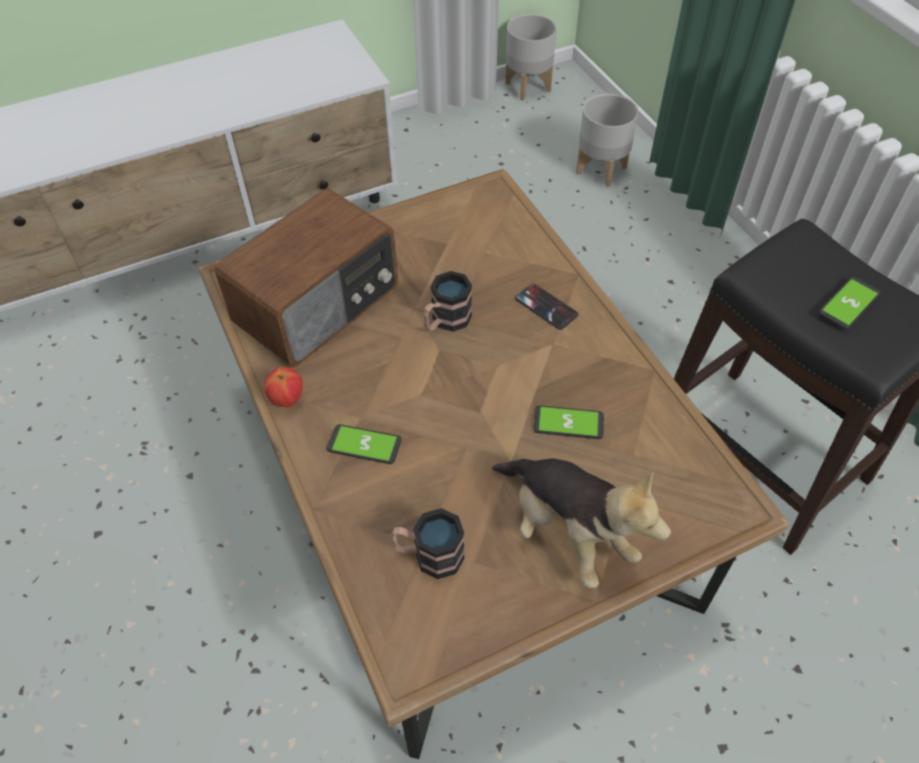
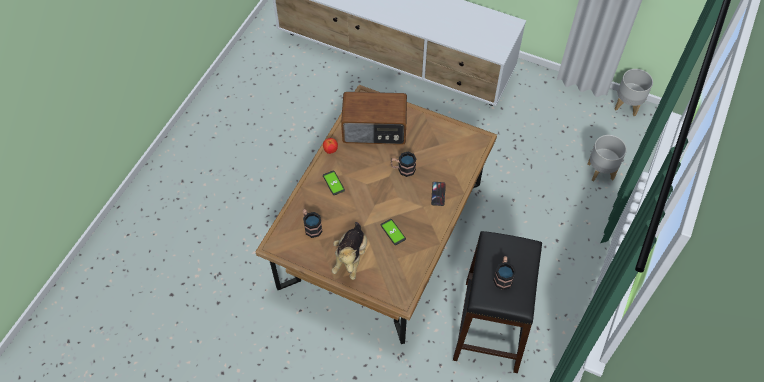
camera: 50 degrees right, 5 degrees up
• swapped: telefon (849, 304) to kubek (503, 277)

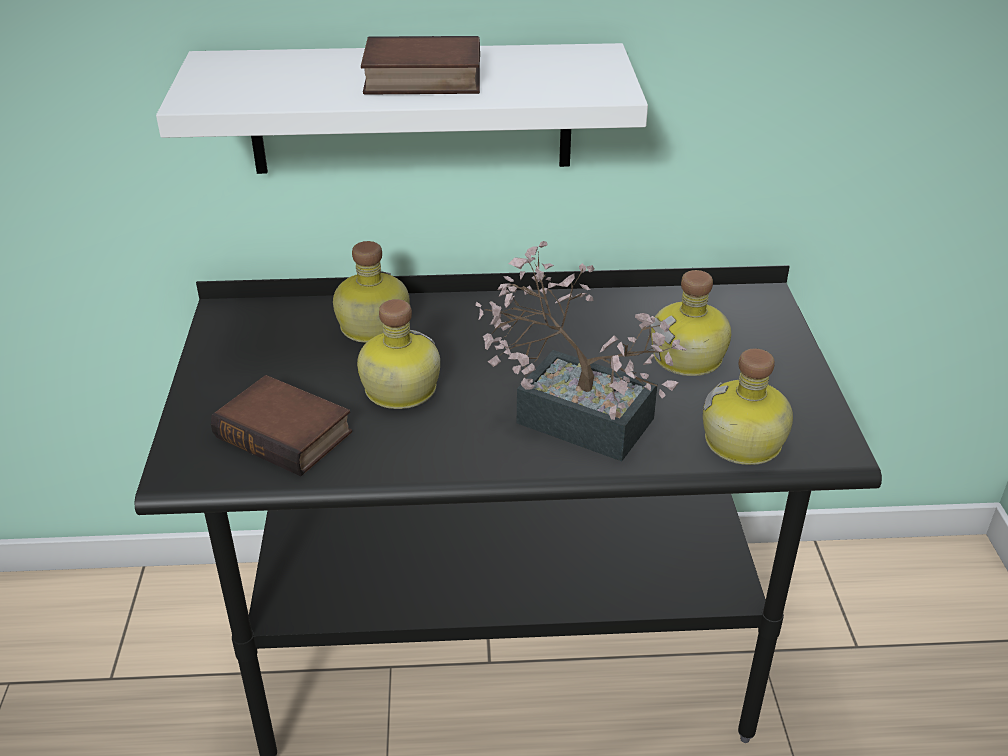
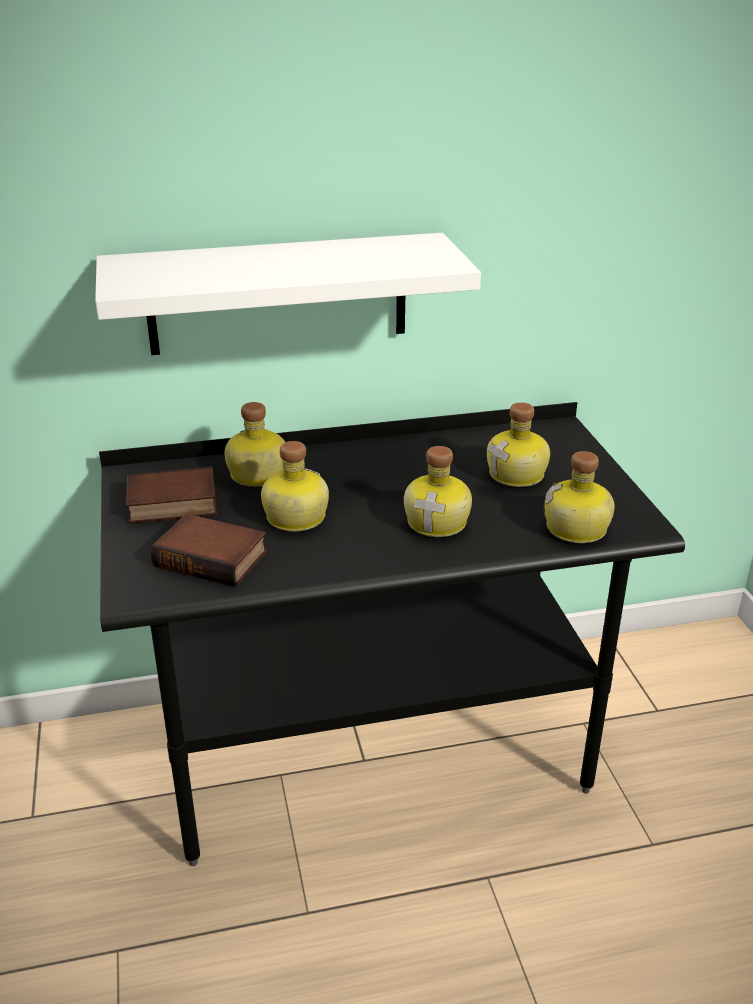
camera: 10 degrees left, 5 degrees down
• shifted: książka (421, 80) to (171, 505)
• swapped: roślina doniczkowa (571, 414) to butelka (438, 522)

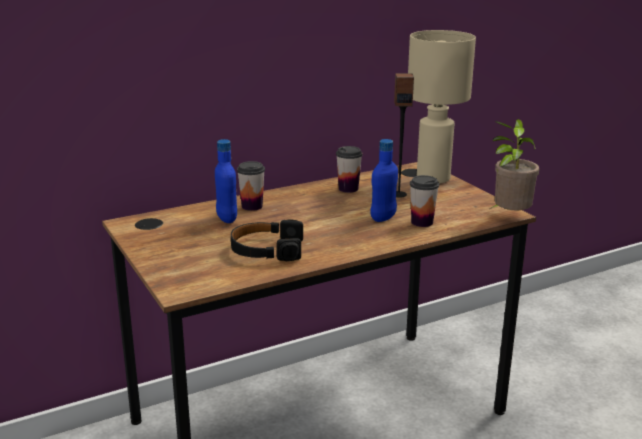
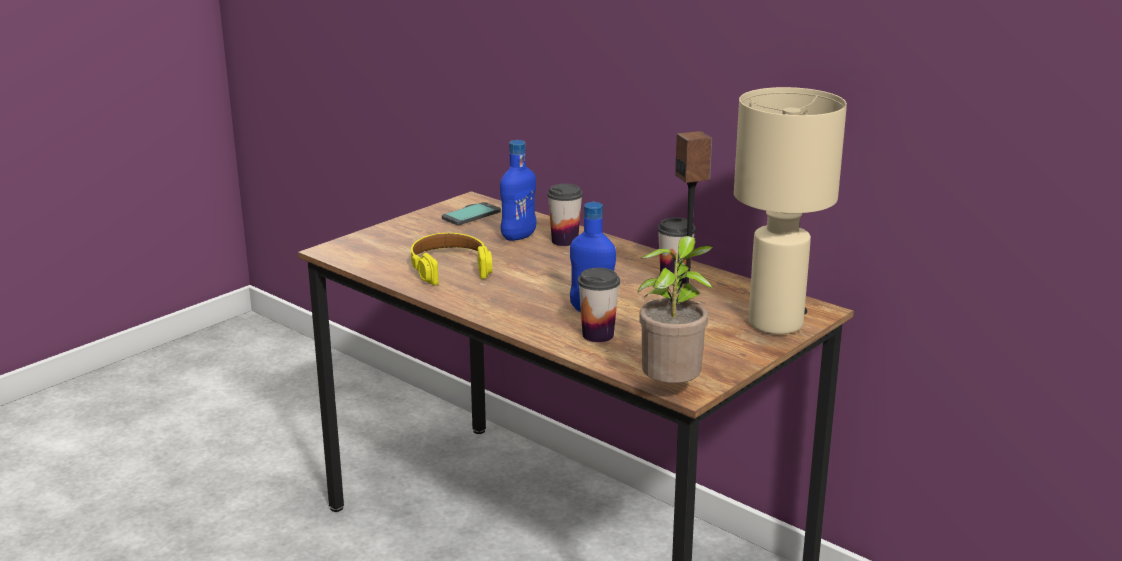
camera: 70 degrees right, 0 degrees up
• repainted: słuchawki (czarny) (266, 249) to słuchawki (żółty) (449, 267)
• new: telefon (471, 215)

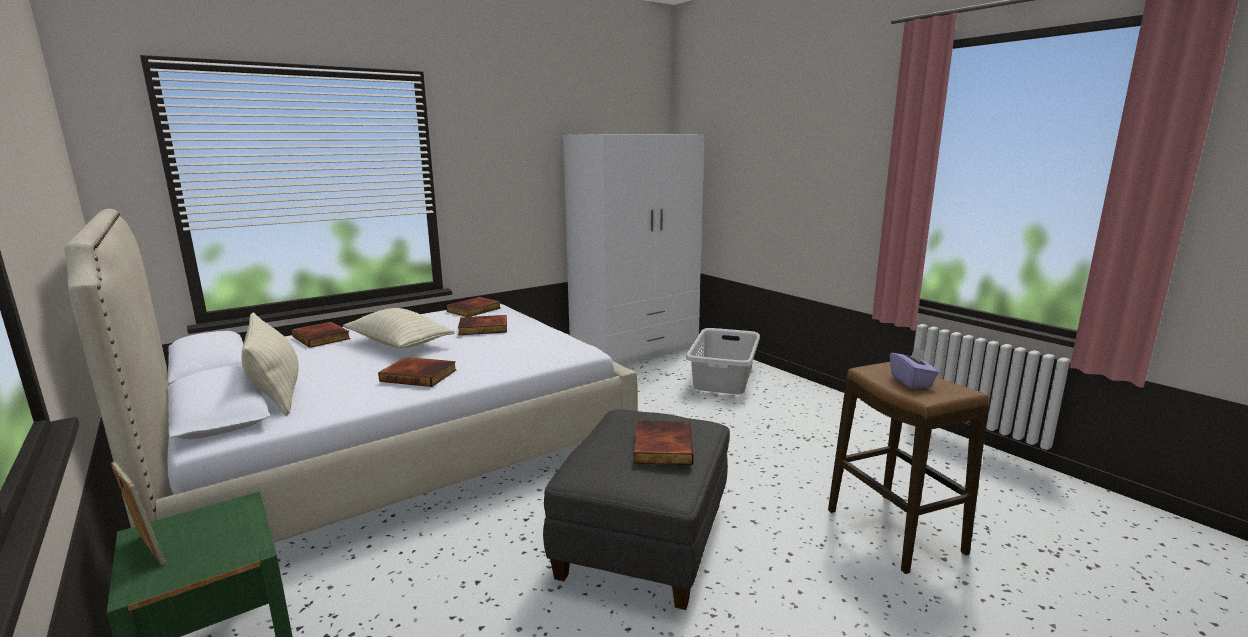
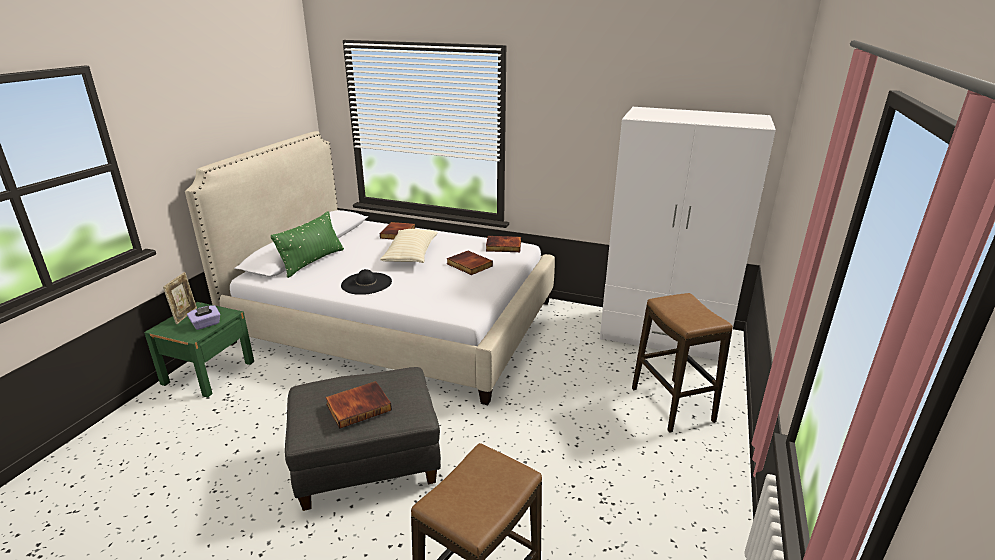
camera: 55 degrees right, 10 degrees up
• repainted: poduszka (beżowy) (276, 392) to poduszka (zielony) (312, 262)
• swapped: książka (420, 375) to kapelusz (czarny) (366, 283)
• swapped: kosz na pranie (szary) (724, 378) to stołek (672, 405)
• shifted: pudełko chusteczek (fioletowy) (911, 381) to (206, 324)

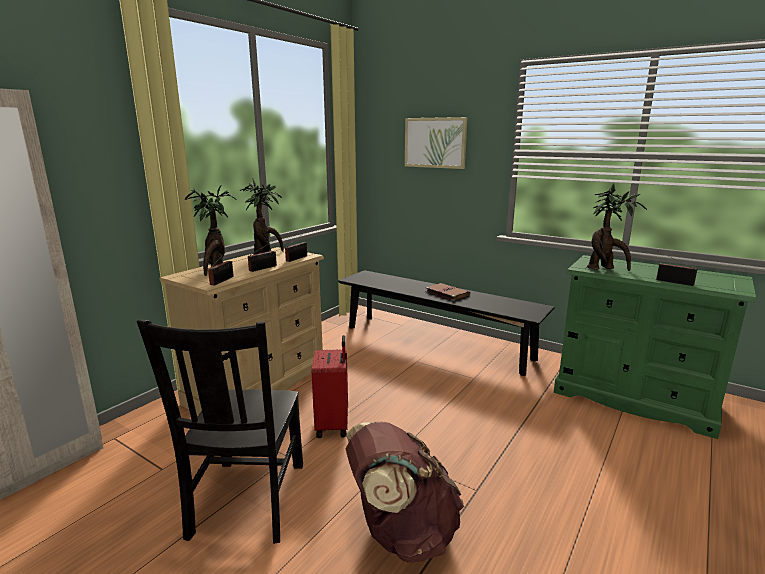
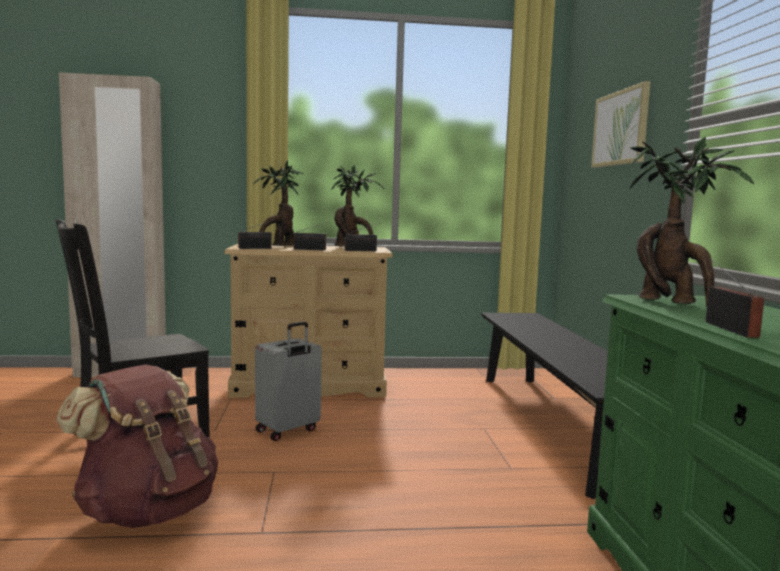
camera: 50 degrees right, 10 degrees down
• repainted: walizka (czerwony) (333, 425) to walizka (szary) (288, 431)
• gone: książka (brązowy) (446, 293)

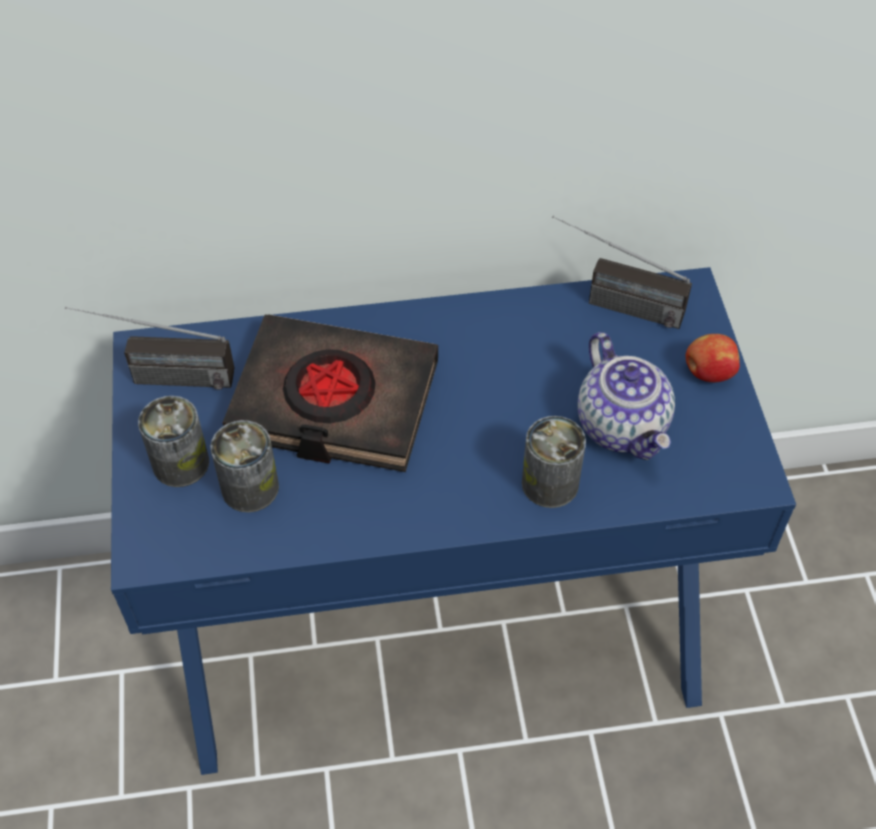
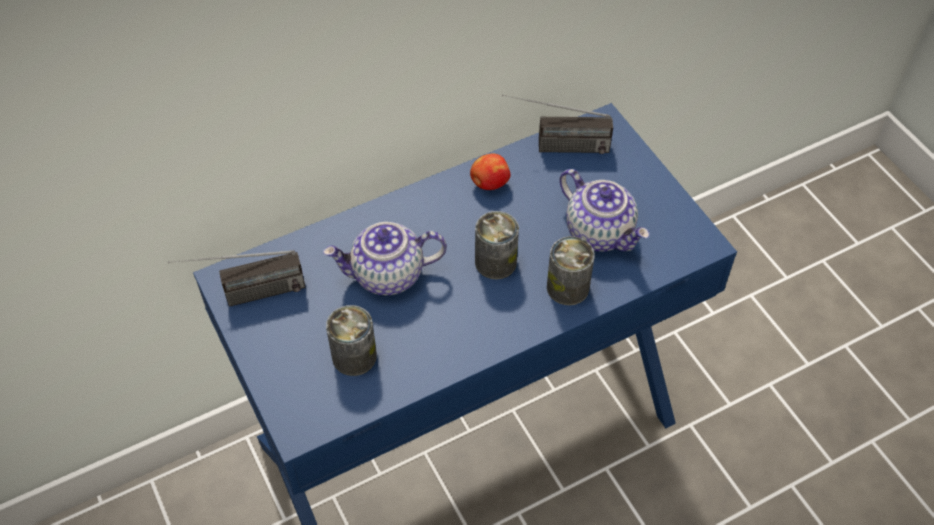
camera: 20 degrees left, 0 degrees up
• shifted: puszka (181, 463) to (495, 262)
• swapped: książka (czarny) (333, 402) to imbryk (387, 275)
• shifted: jabłko (708, 373) to (489, 183)

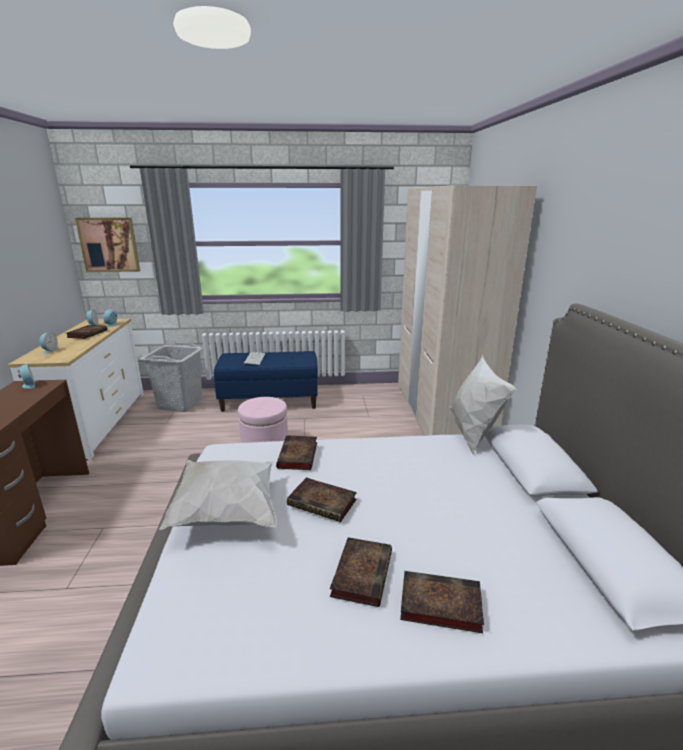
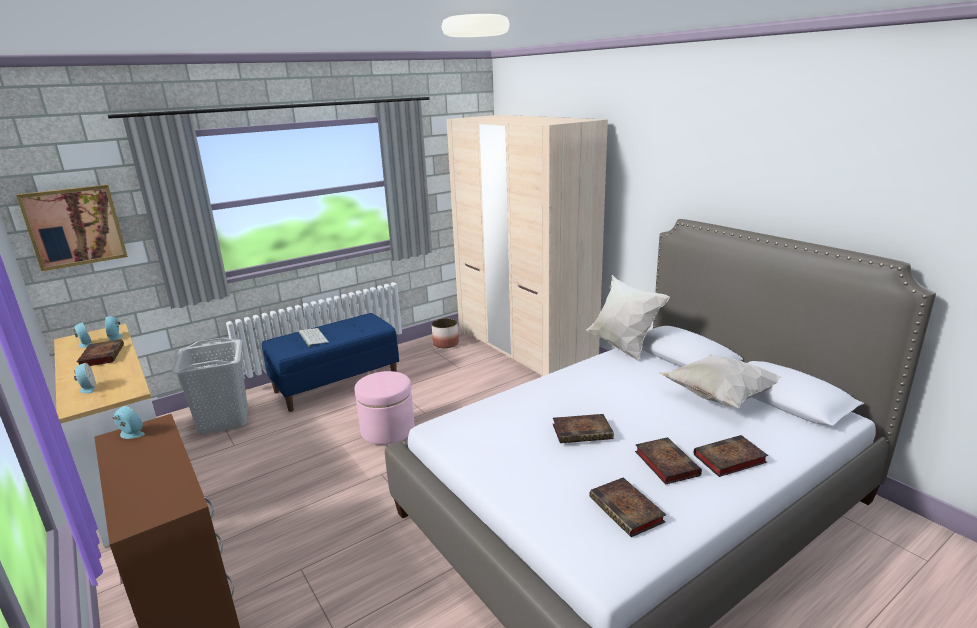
camera: 30 degrees left, 0 degrees up
• shifted: poduszka (biały) (226, 512) to (719, 397)
• shifted: książka (298, 456) to (628, 511)
• new: donica (445, 343)

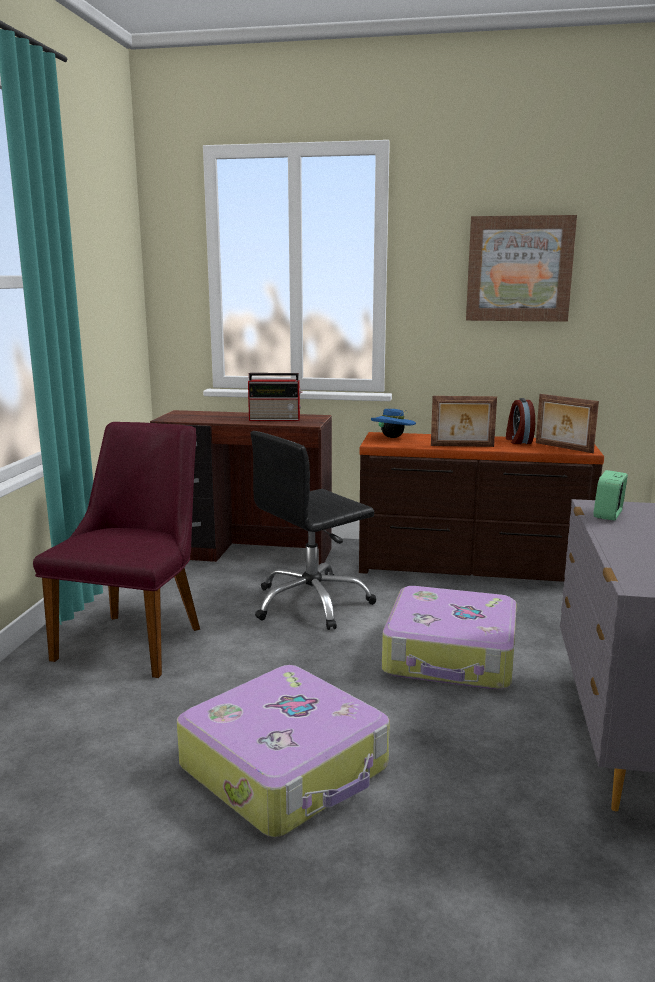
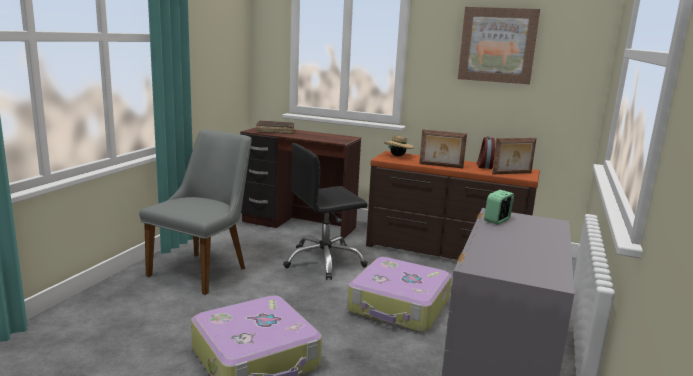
camera: 10 degrees right, 0 degrees up
• repainted: krzesło (fioletowy) (138, 637) to krzesło (szary) (205, 269)
• gone: radio (276, 419)
• repainted: kapelusz (niebieski) (393, 437) to kapelusz (beżowy) (398, 156)
• rotated: ramka na zdjęcie (563, 448) = (512, 173) 75 degrees counterclockwise
• new: książka (brązowy) (275, 131)

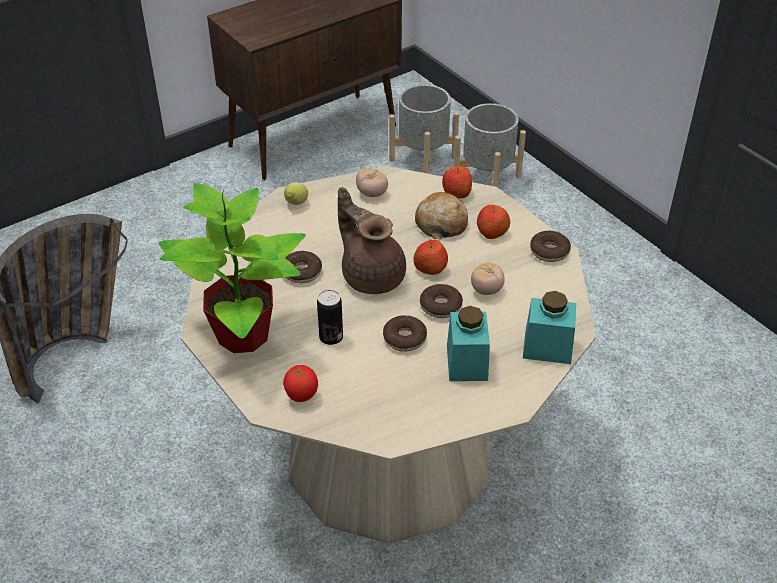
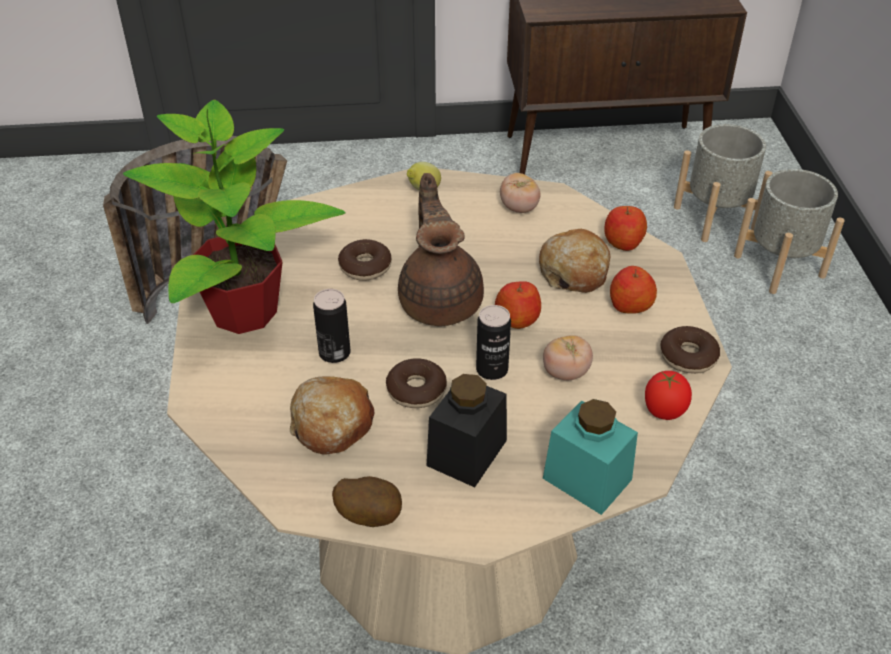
camera: 30 degrees right, 0 degrees up
• shifted: pomidor (301, 396) to (663, 413)
• swapped: donut (440, 306) to puszka (492, 369)
• repainted: słoik (turkusowy) (467, 363) to słoik (czarny) (467, 453)
• new: chleb (331, 424)
• new: ziemniak (370, 515)

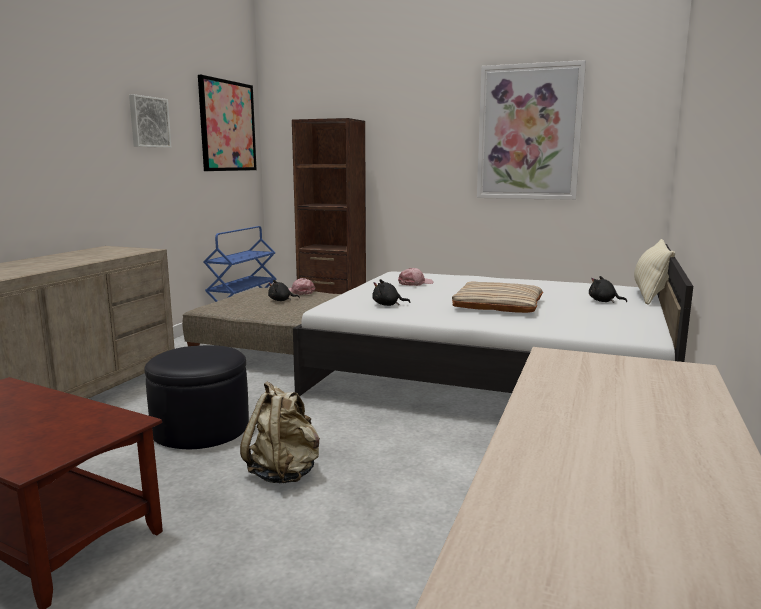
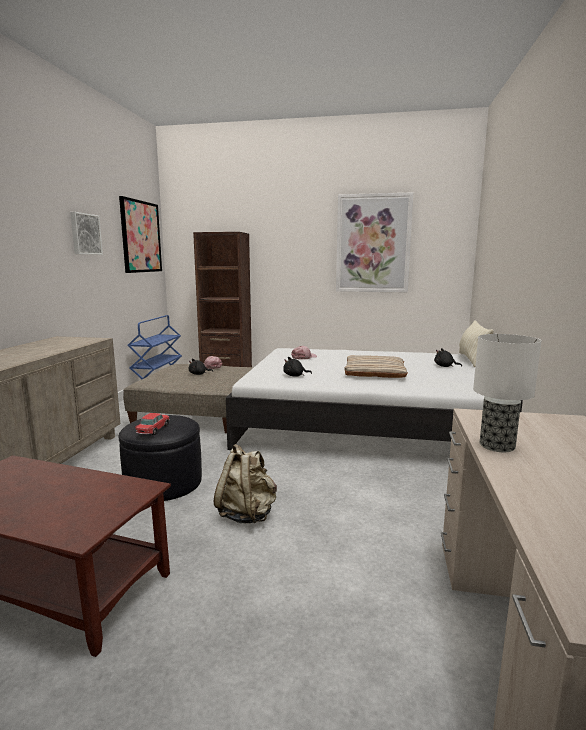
camera: 10 degrees left, 0 degrees up
• new: samochodzik (153, 430)
• new: lampa stołowa (497, 445)

